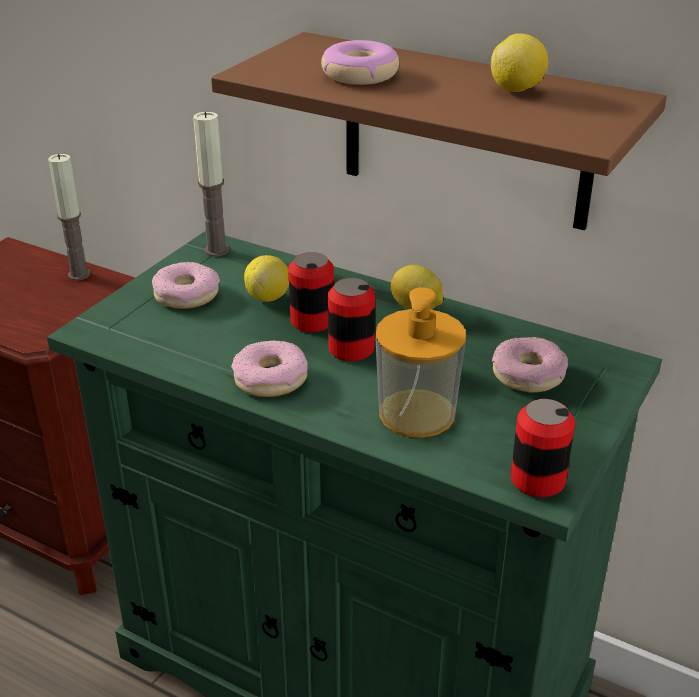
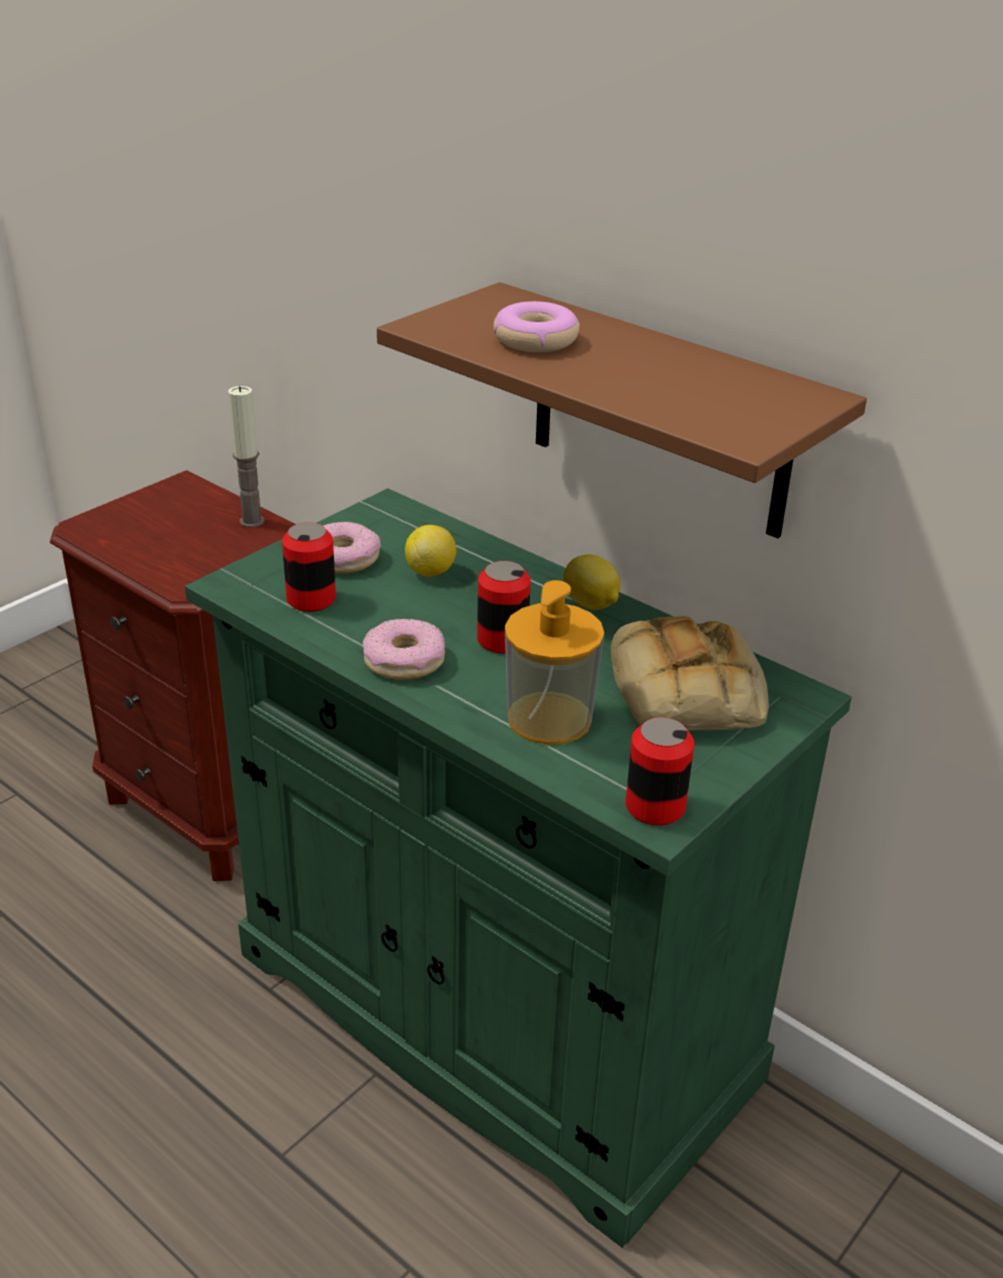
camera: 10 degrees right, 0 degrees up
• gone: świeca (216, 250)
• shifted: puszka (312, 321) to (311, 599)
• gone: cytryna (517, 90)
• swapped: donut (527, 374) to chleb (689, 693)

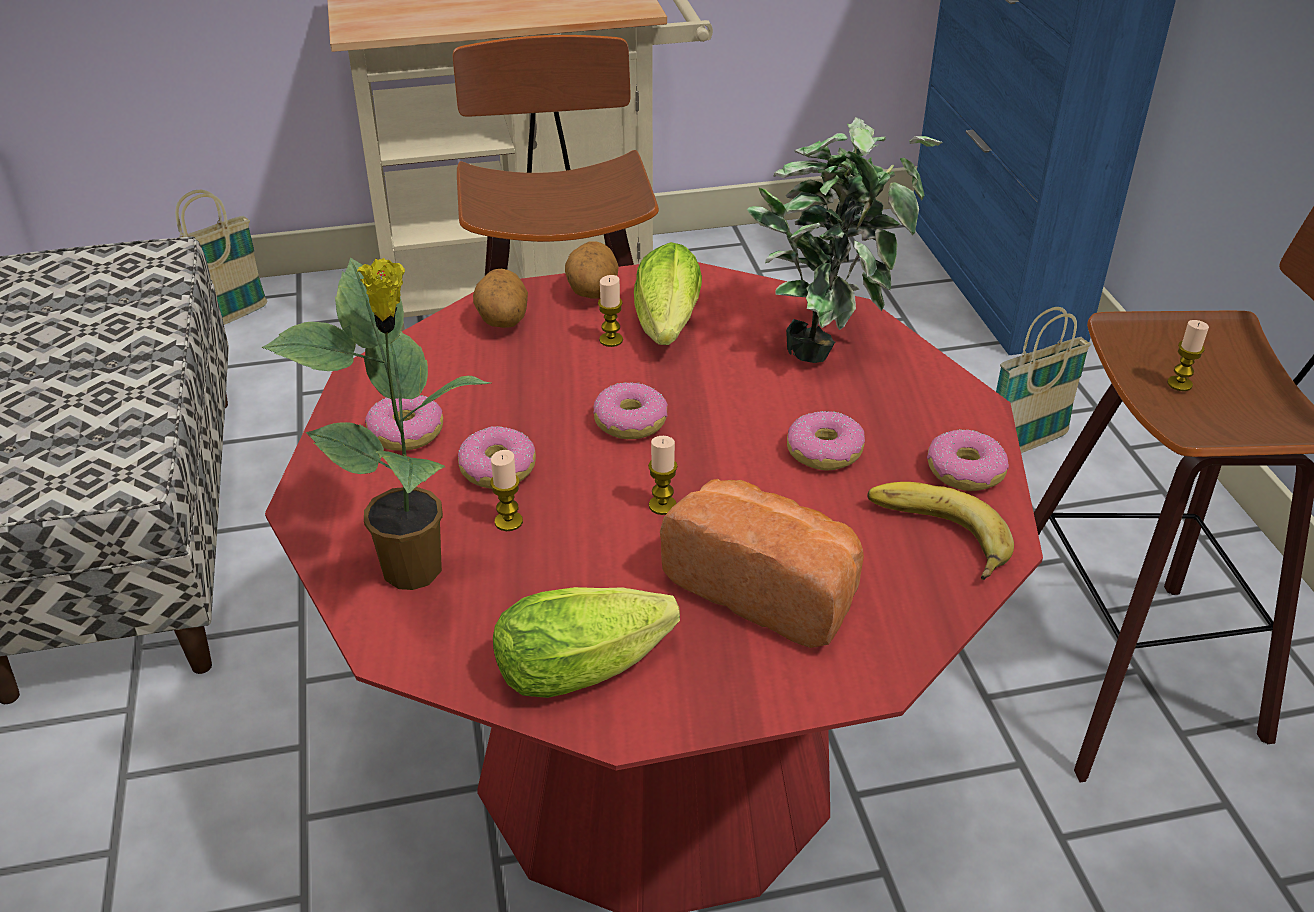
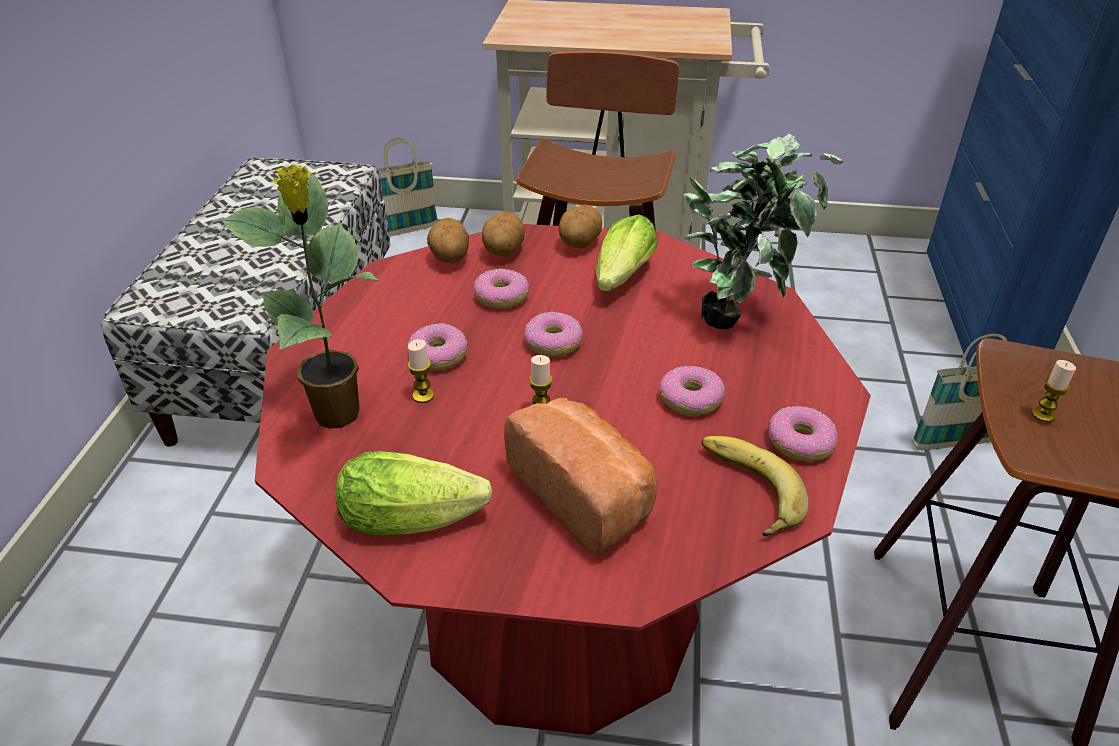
camera: 20 degrees right, 0 degrees up
• shifted: donut (407, 433) to (502, 297)
• gone: świeca (611, 340)
• new: ziemniak (449, 259)

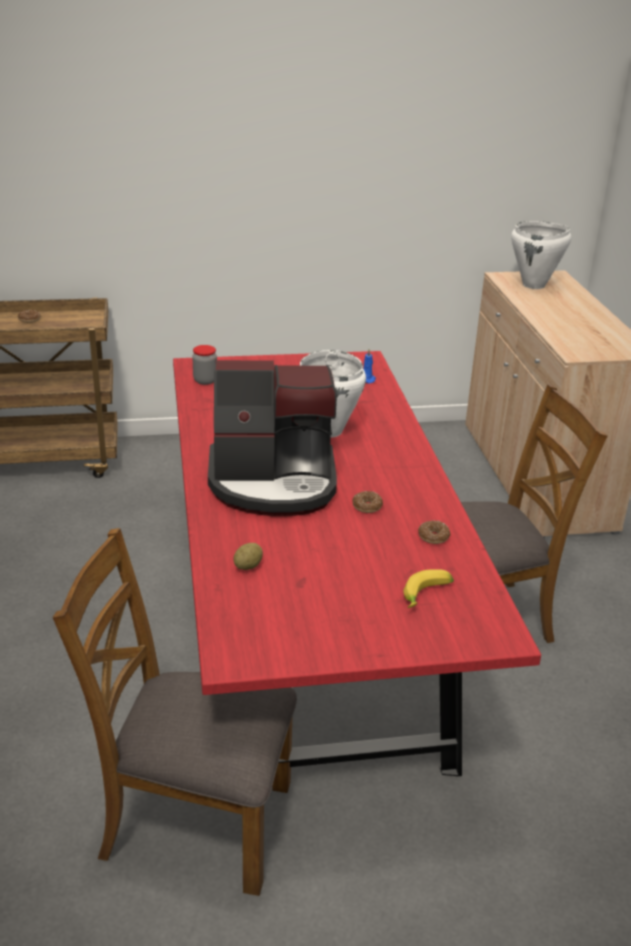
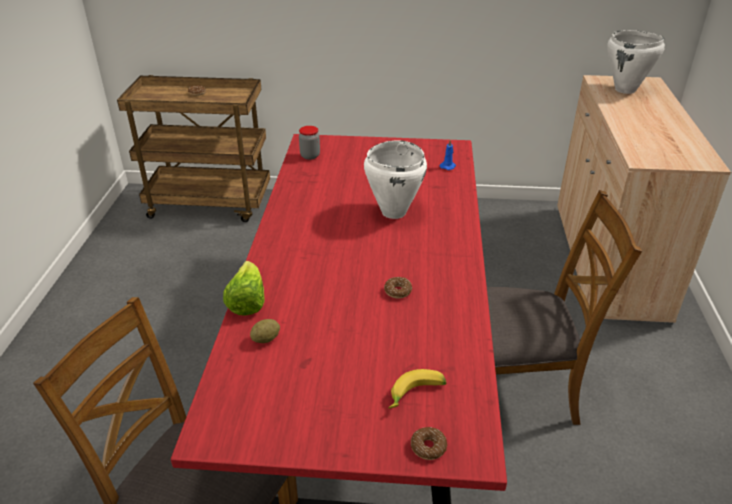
camera: 15 degrees right, 5 degrees up
• gone: ekspres do kawy (274, 483)
• shifted: donut (433, 537) to (428, 447)
• new: sałata (247, 302)

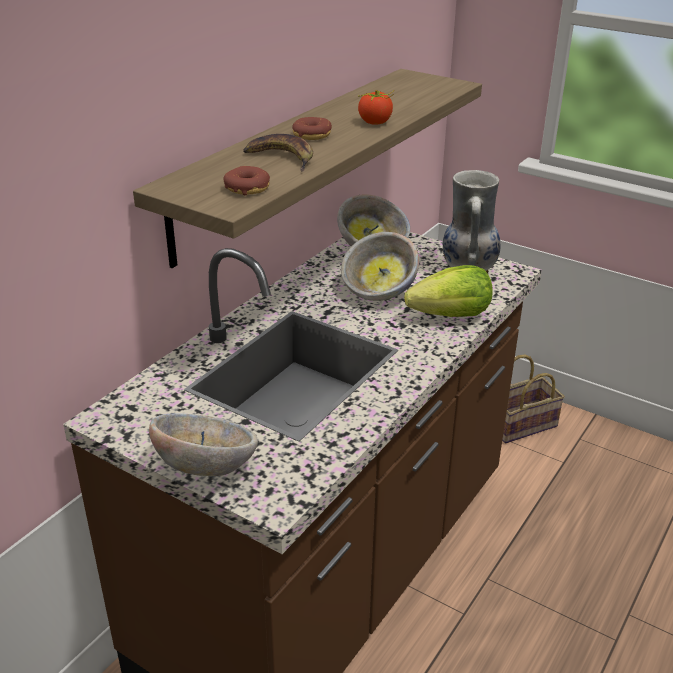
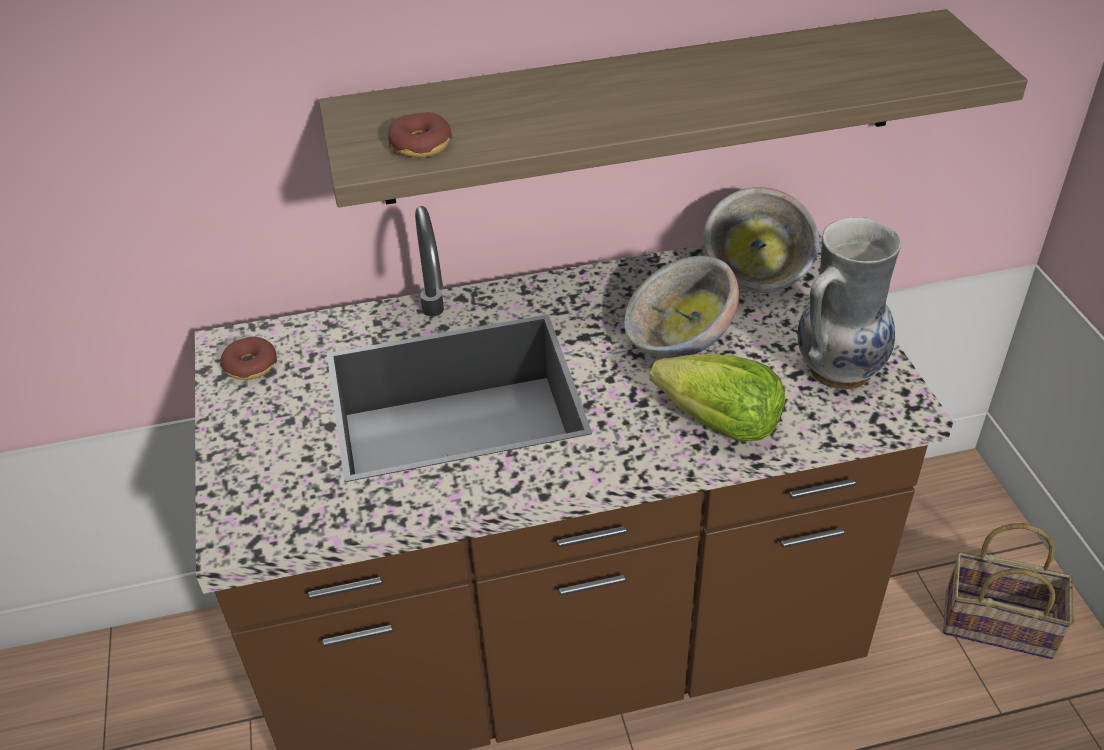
camera: 45 degrees right, 10 degrees up
• gone: miska (205, 467)
• gone: banan (282, 158)
• shifted: donut (312, 135) to (250, 366)
• gone: pomidor (375, 122)

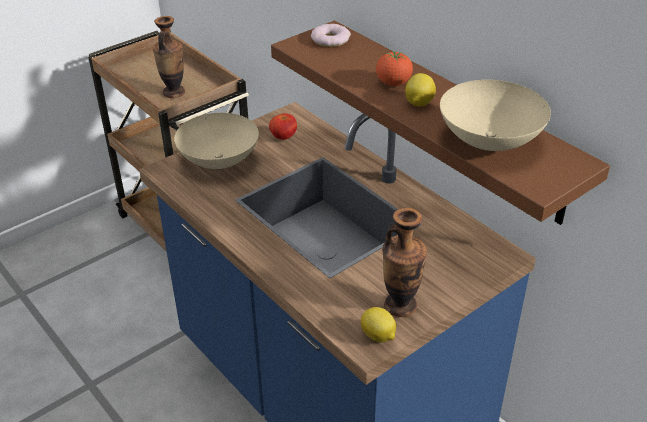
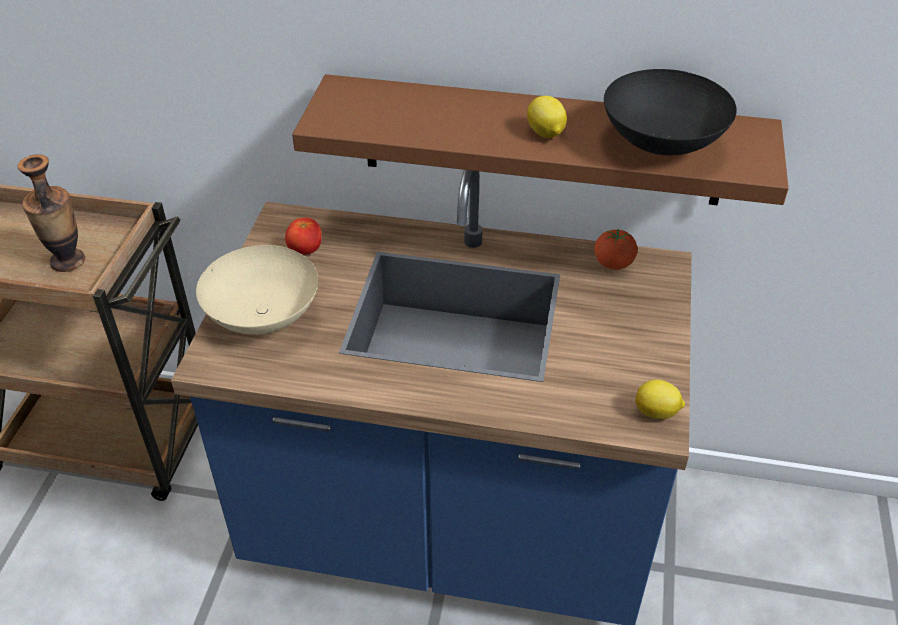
camera: 40 degrees left, 5 degrees up
• gone: donut (330, 39)
• shifted: pomidor (393, 83) to (613, 264)
• gone: wazon (400, 305)
• repainted: miska (beżowy) (491, 142) to miska (czarny) (664, 144)

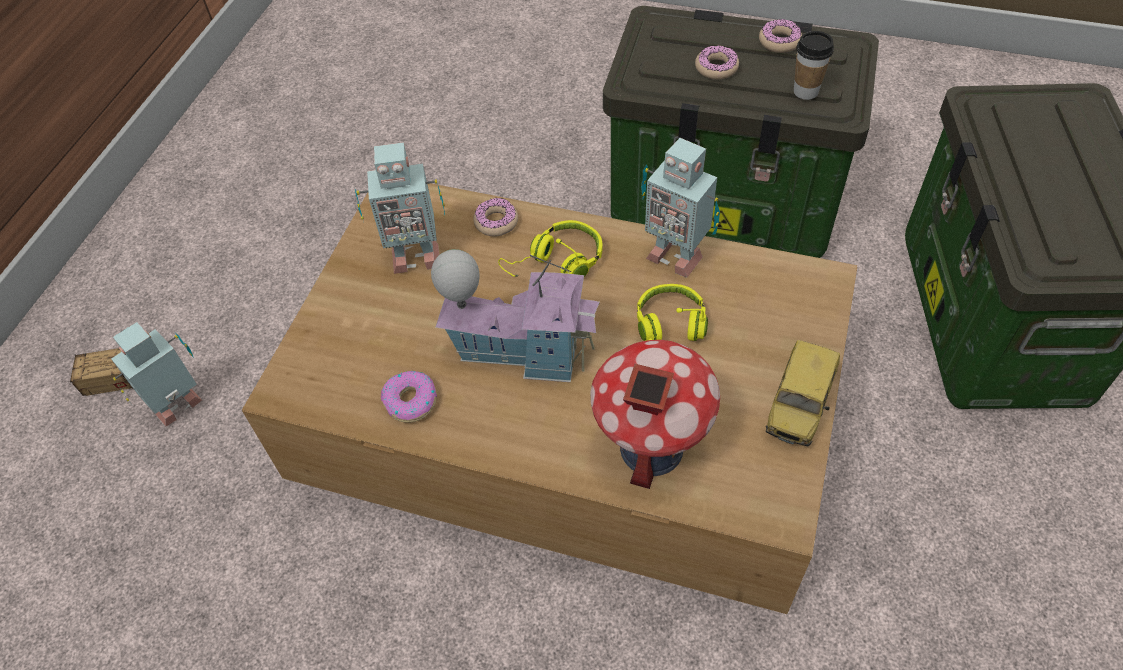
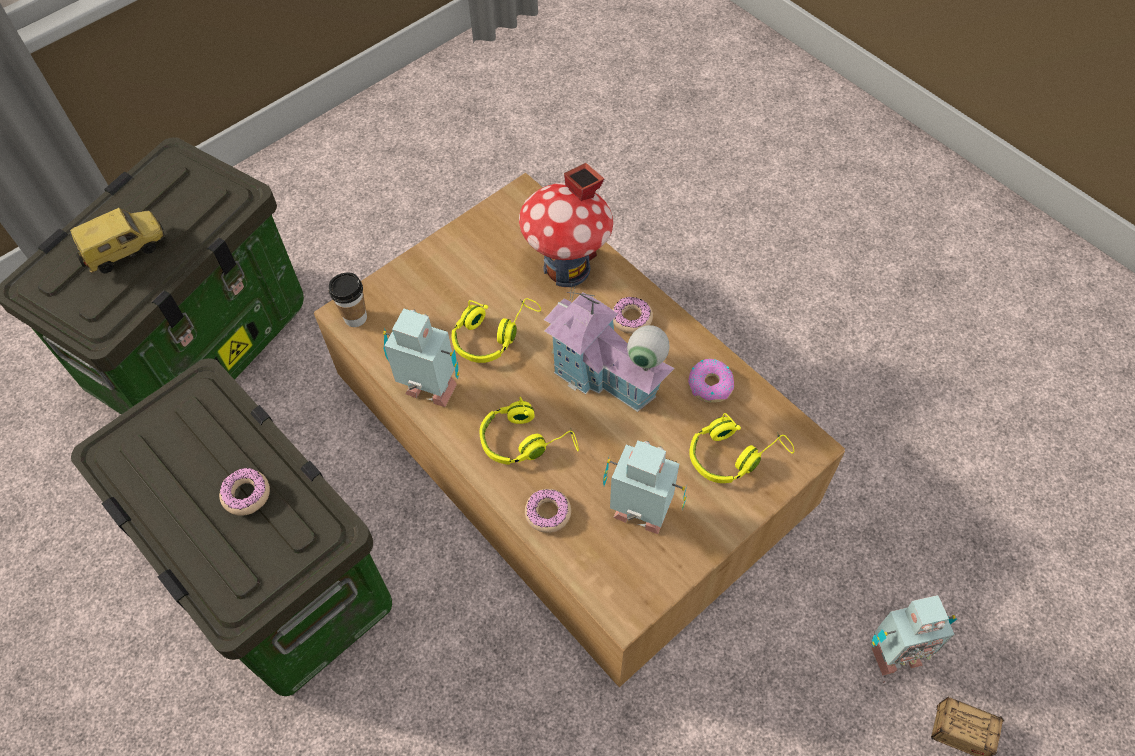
camera: 150 degrees left, 5 degrees up
• rotated: robot zabawkowy (674, 255) = (431, 394) 45 degrees counterclockwise
• shifted: donut (779, 42) to (631, 318)
• shifted: samochodzik (800, 408) to (126, 250)
• shifted: filiżanka (805, 91) to (355, 318)
• new: słuchawki (żółty) (734, 454)

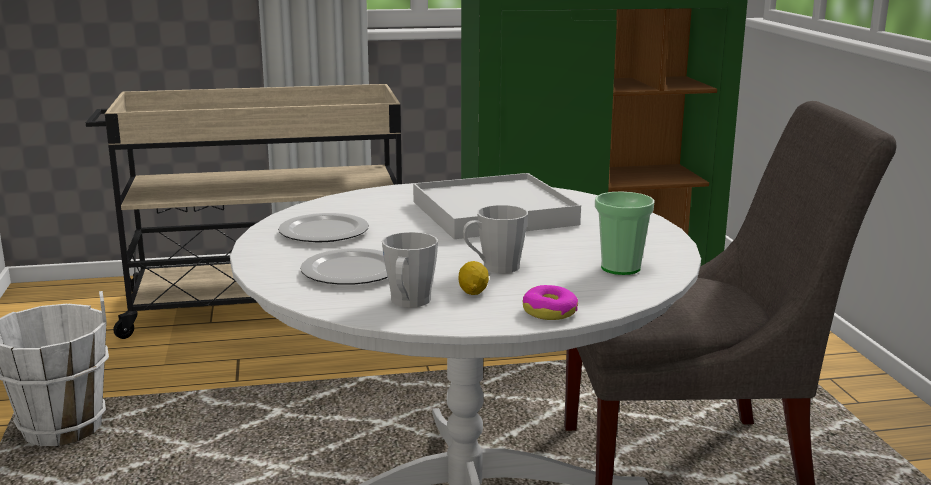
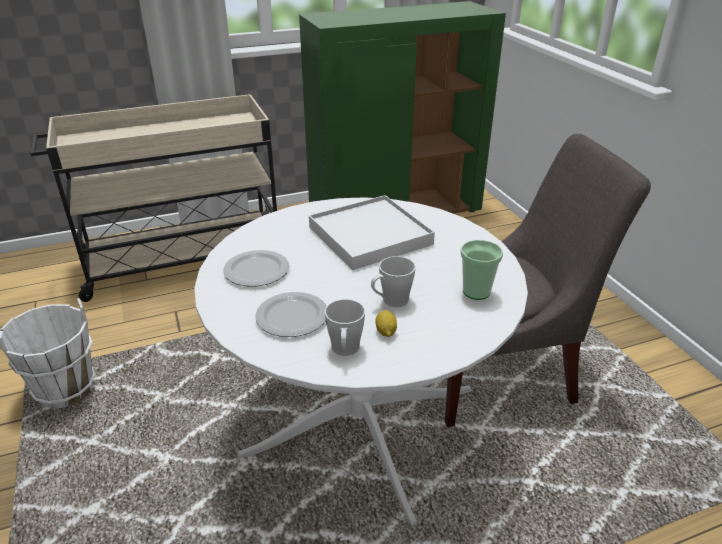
camera: 10 degrees left, 15 degrees up
• gone: donut (550, 312)

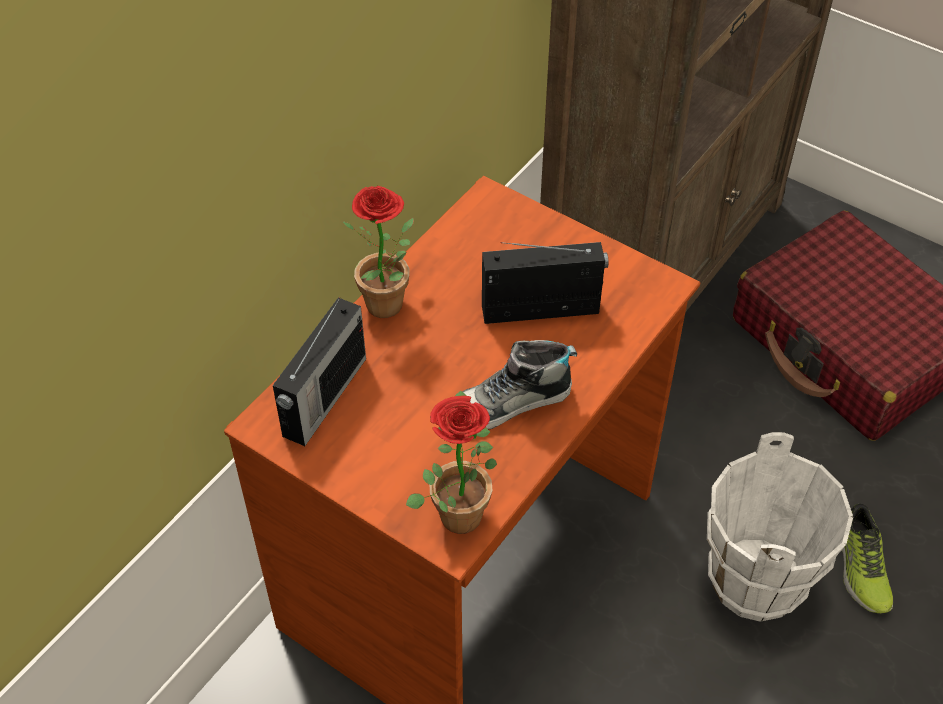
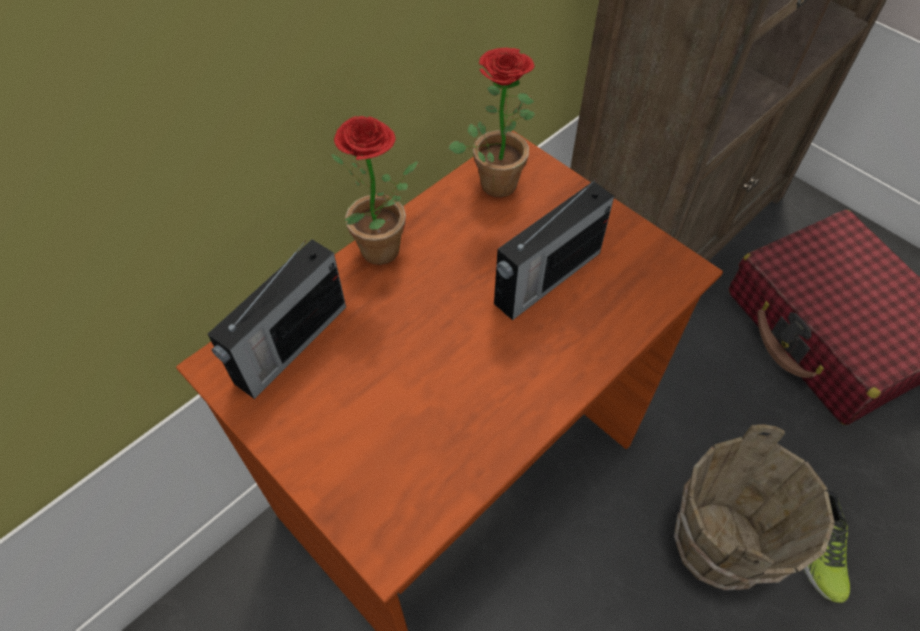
camera: 10 degrees right, 5 degrees up
• shifted: roślina doniczkowa (457, 508) to (497, 178)
• gone: but (508, 405)
• rotated: radio (542, 309) = (545, 279) 135 degrees clockwise
• repainted: wiadro (biały) (757, 581) to wiadro (brązowy) (718, 546)

